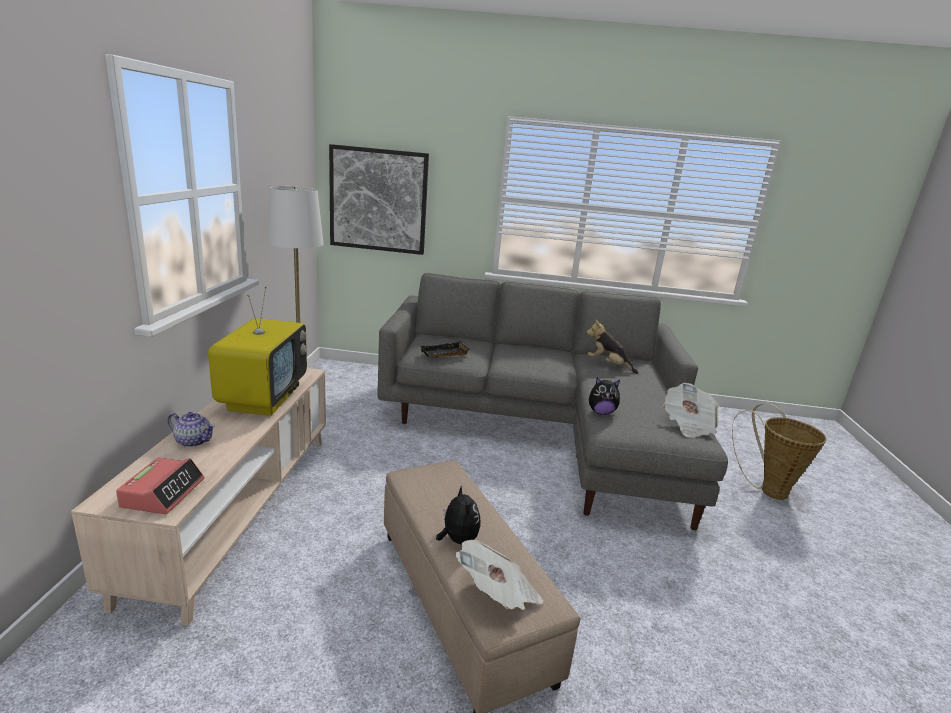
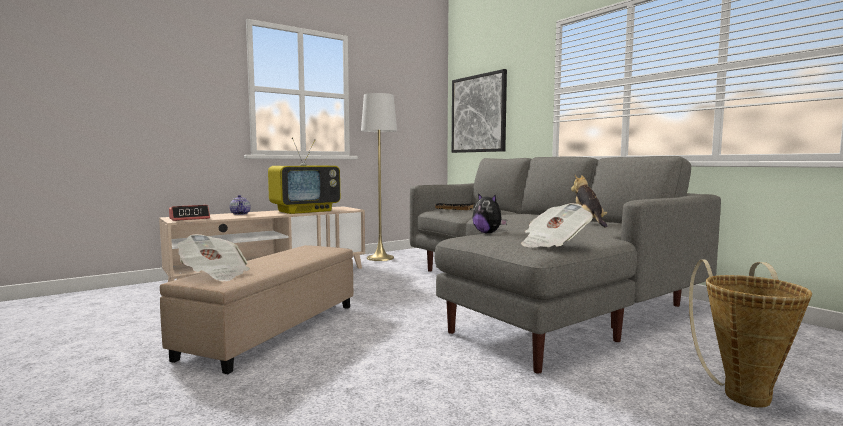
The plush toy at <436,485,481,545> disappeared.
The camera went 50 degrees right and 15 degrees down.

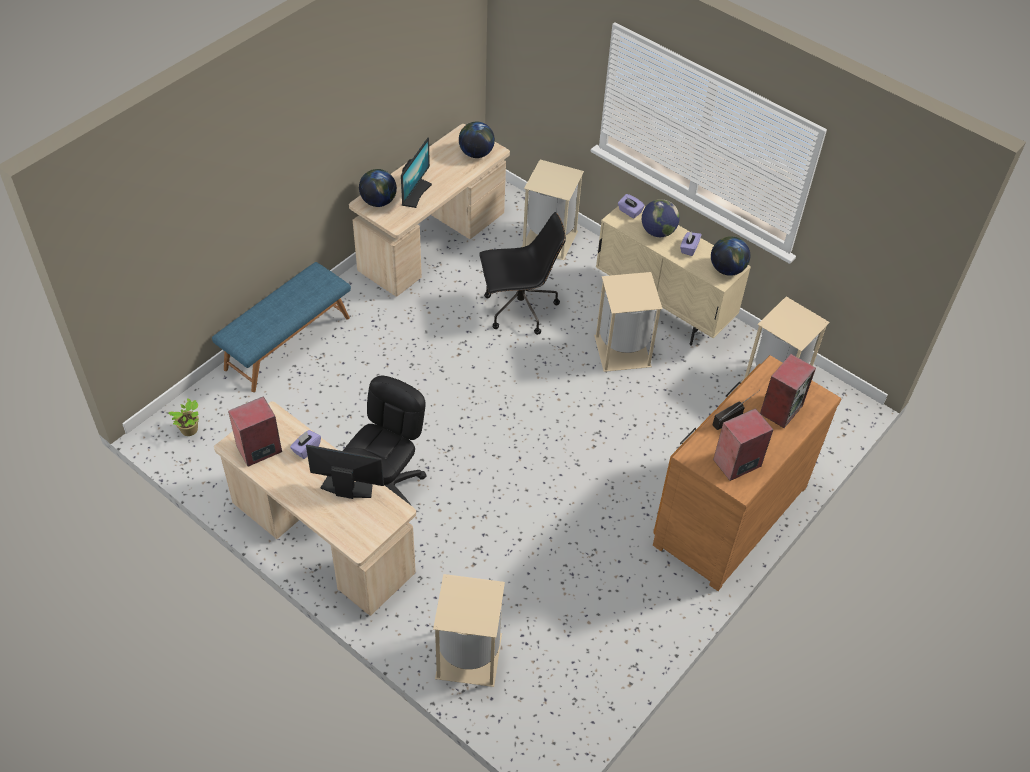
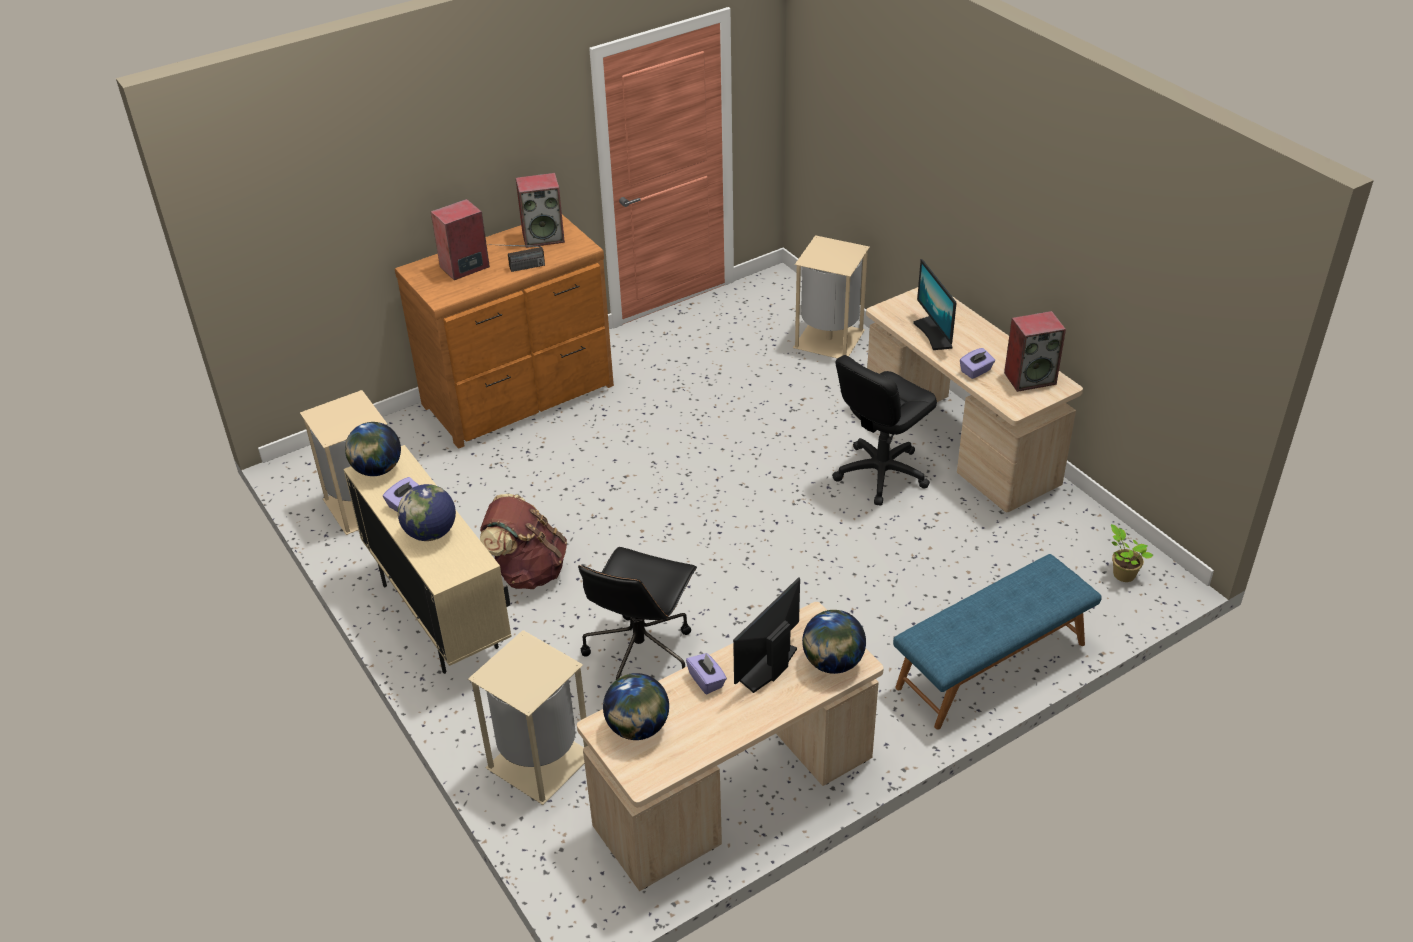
The beige rubbish bin at <594,272,663,372> was replaced by the brown knapsack at <480,494,567,589>.
The black-coloured desk chair at <479,212,566,335> turned 75 degrees counterclockwise.
The purplish tissue box moved from <618,194,645,219> to <686,653,727,694>.
The computer screen at <306,444,384,499> turned 45 degrees clockwise.
The camera went 160 degrees left and 10 degrees down.

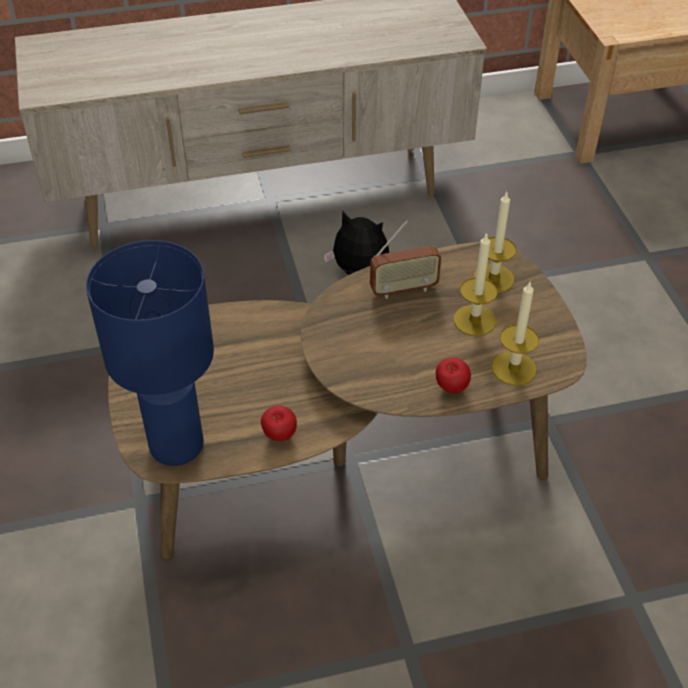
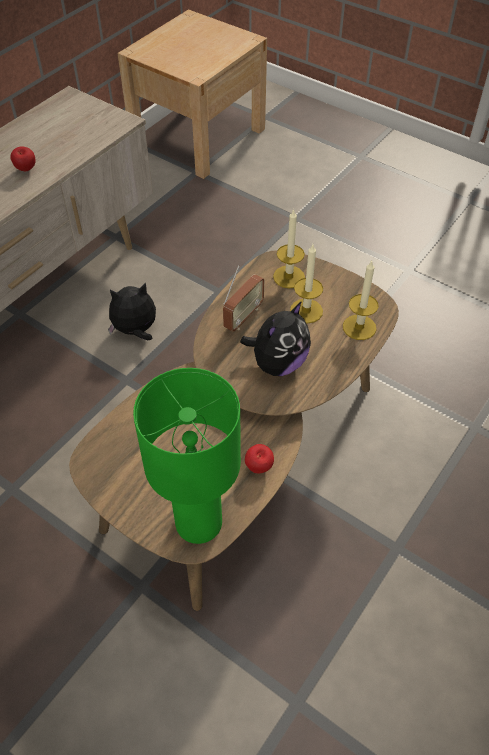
The apple fruit moved from <436,357,471,394> to <10,146,36,171>.
The bluish lamp for a table at <86,240,214,466> became the green lamp for a table at <133,368,241,544>.
The plush toy at <240,301,311,376> appeared.
The camera went 40 degrees left and 5 degrees up.

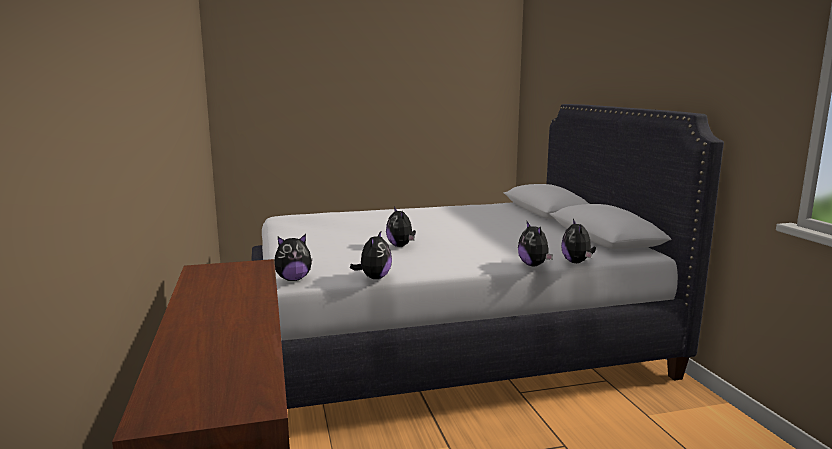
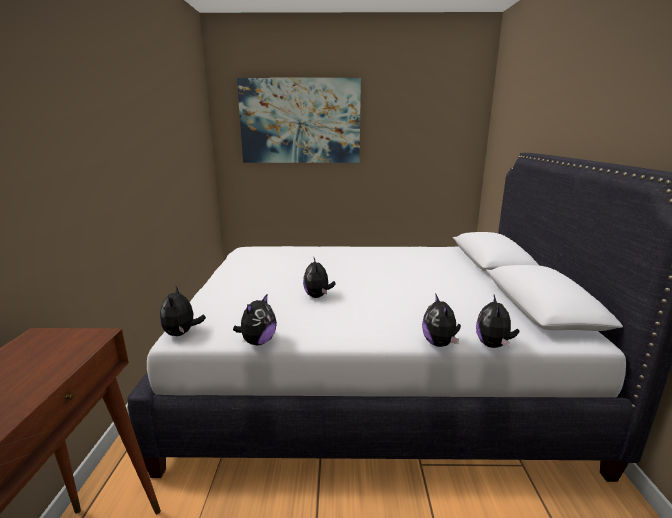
The plush toy at <275,234,312,281> turned 90 degrees clockwise.
The picture at <237,78,361,163> appeared.
The camera went 15 degrees right and 5 degrees up.

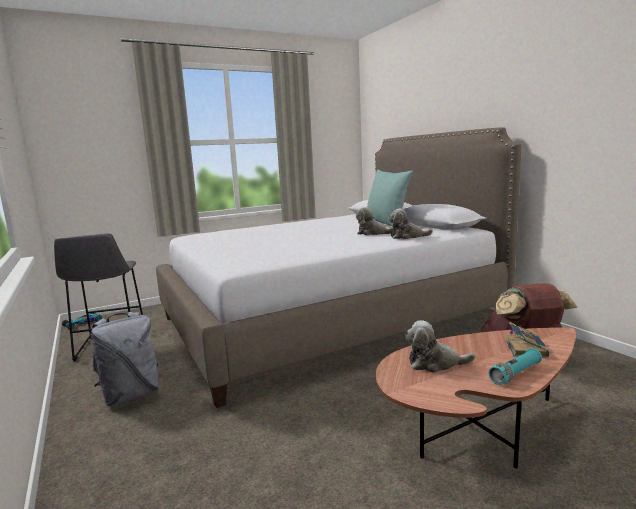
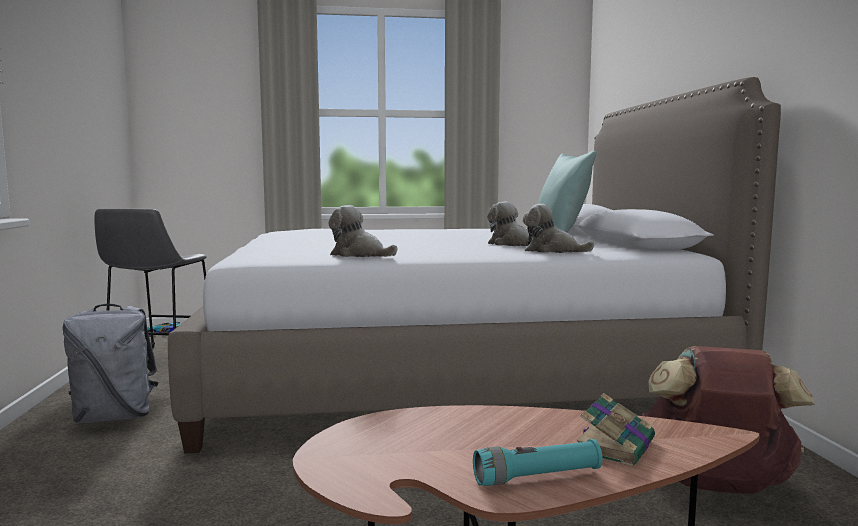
The plush toy moved from <405,320,475,373> to <328,205,397,257>.
The camera went 20 degrees right and 5 degrees down.

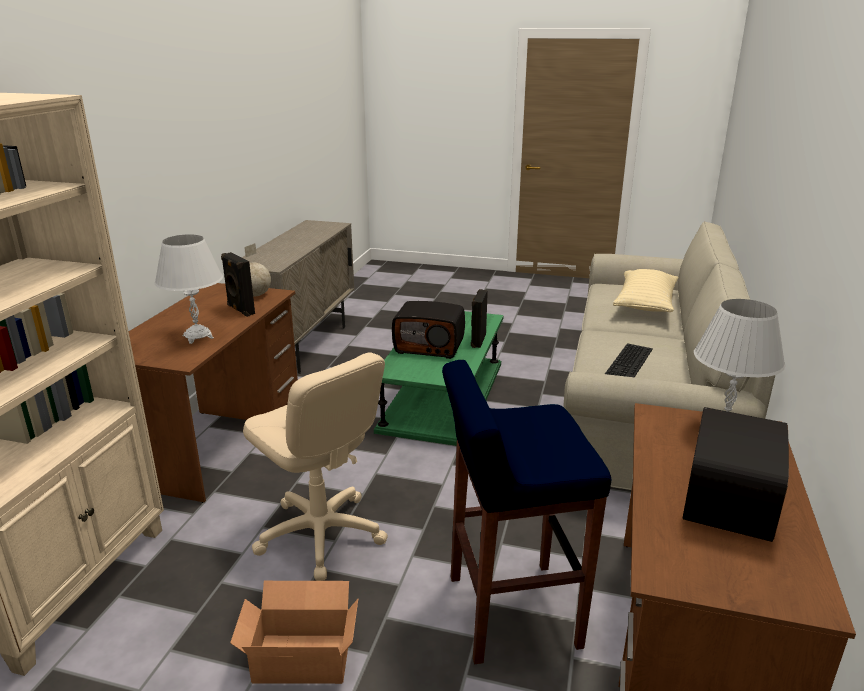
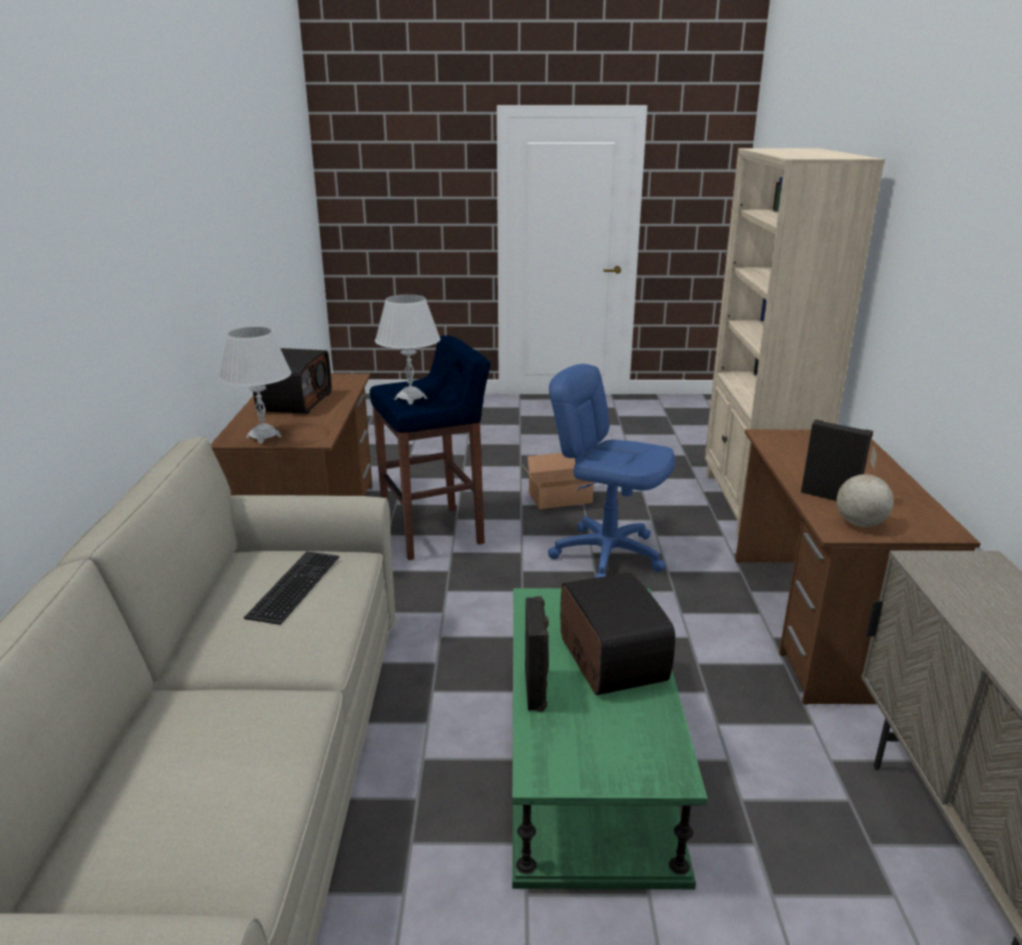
The white lamp for a table moved from <155,234,223,344> to <375,294,440,405>.
The beige desk chair at <243,352,388,581> became the bluish desk chair at <548,364,675,578>.
The radio at <392,301,465,359> turned 75 degrees clockwise.
The beige cushion at <613,269,678,312> disappeared.
The camera went 165 degrees right and 0 degrees up.

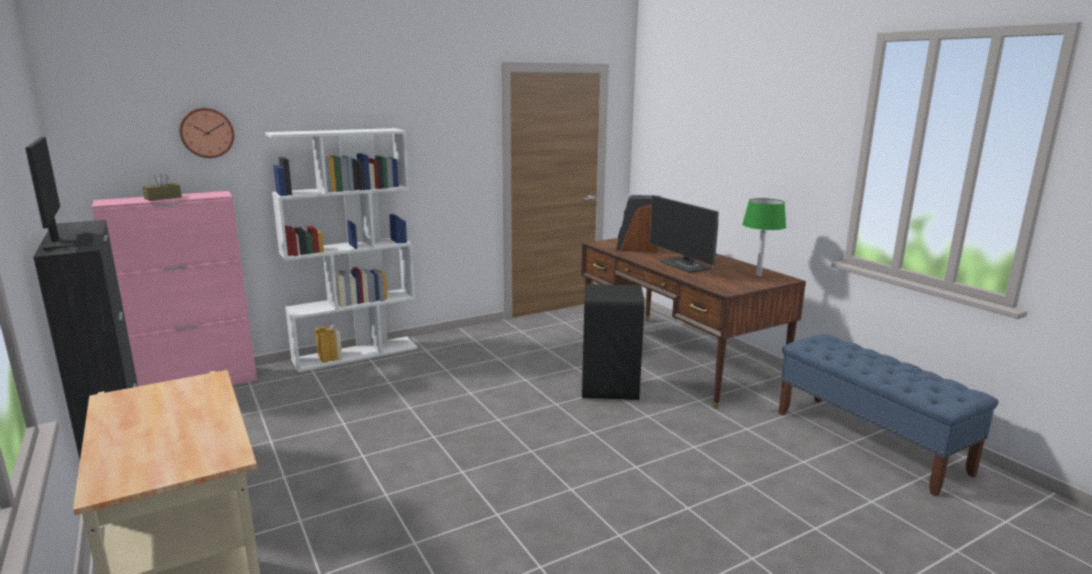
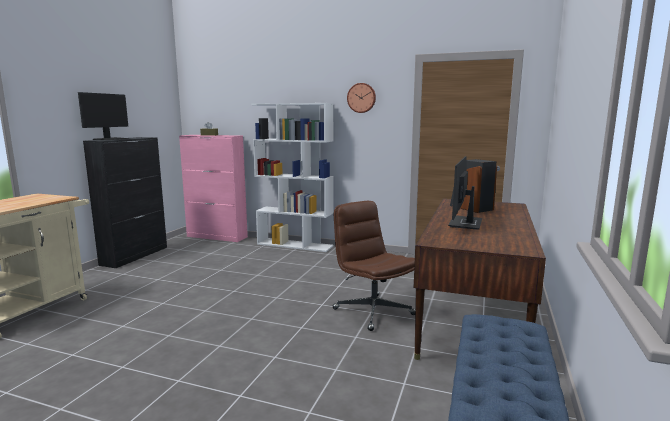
The black-coloured rubbish bin at <582,284,645,400> was replaced by the brown desk chair at <333,201,415,331>.
The wall clock moved from <179,108,234,158> to <347,83,376,113>.
The green lamp for a table at <742,198,786,276> disappeared.
The camera went 50 degrees right and 5 degrees down.

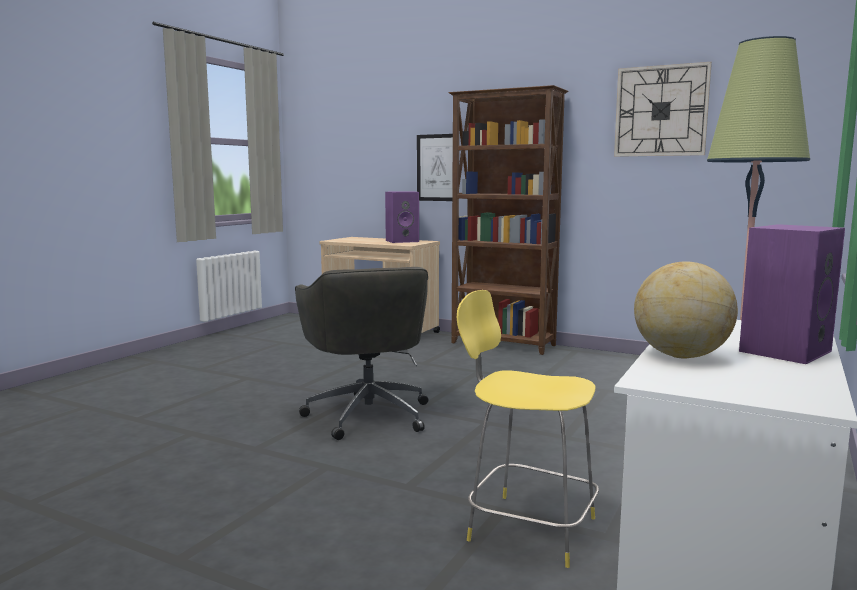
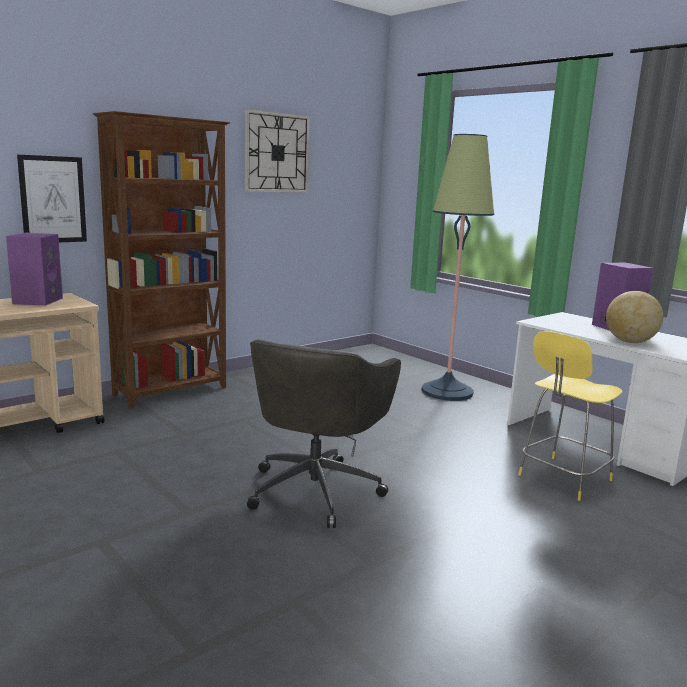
The gray desk chair at <295,267,428,440> turned 105 degrees clockwise.
The camera went 70 degrees left and 5 degrees up.

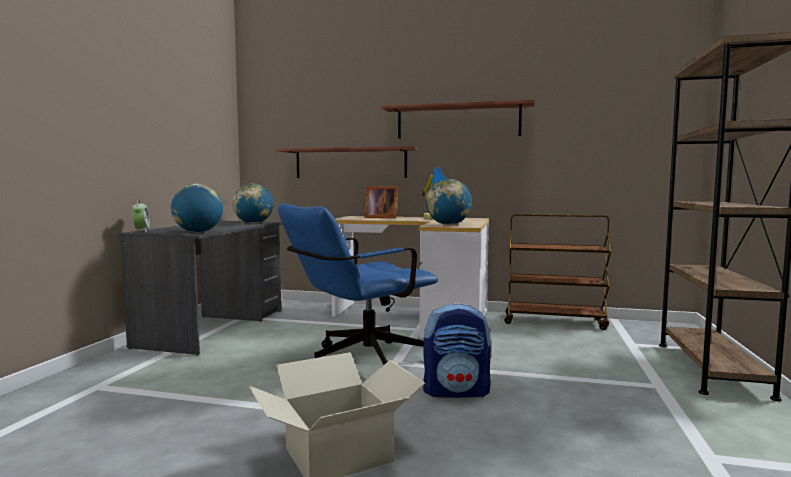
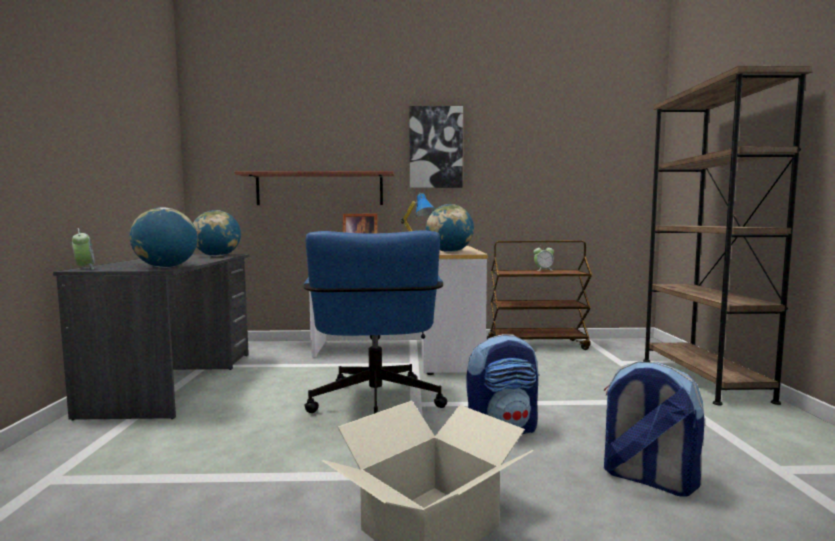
The bluish desk chair at <278,204,438,365> turned 45 degrees counterclockwise.
The bracket shelf at <381,100,535,139> was replaced by the picture at <409,106,463,188>.
The bedside clock at <533,244,554,271> appeared.
The knapsack at <604,361,705,496> appeared.
The camera went 15 degrees left and 0 degrees up.

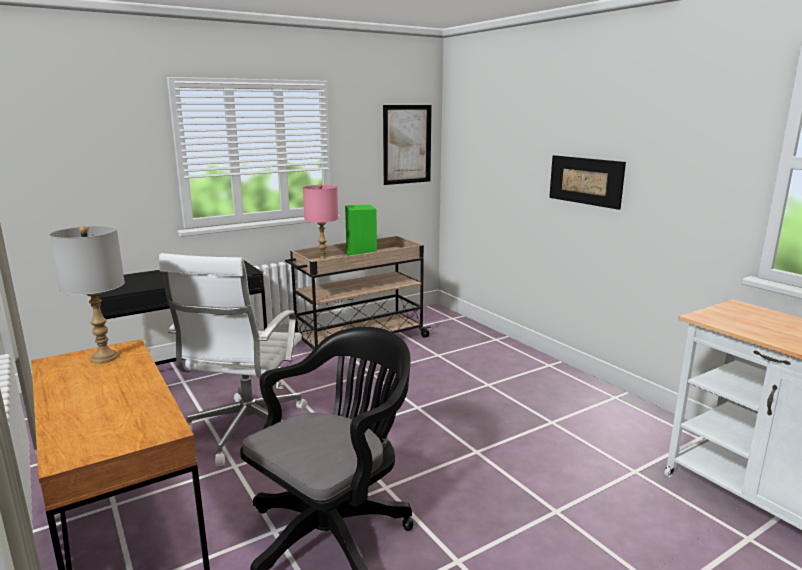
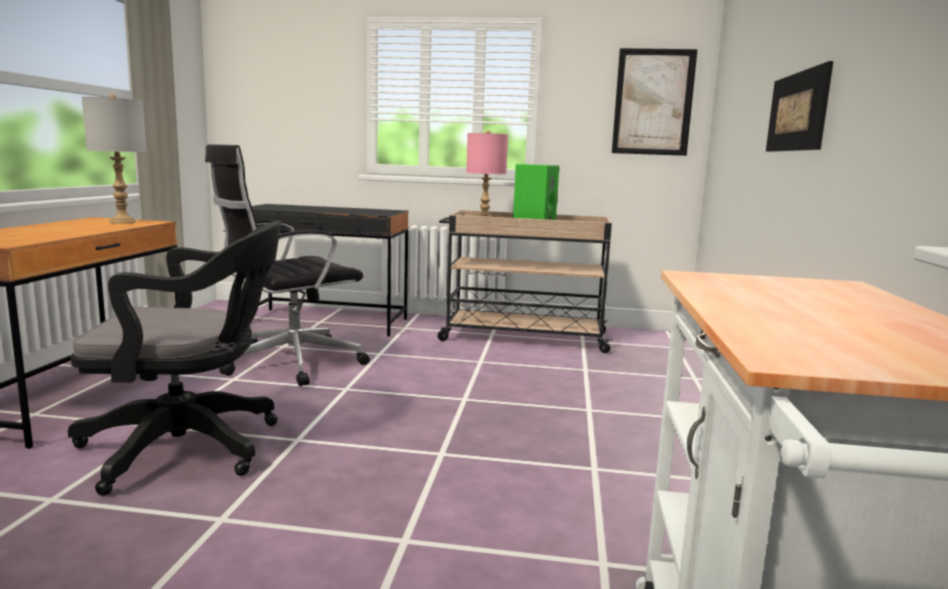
The white desk chair at <159,253,308,466> became the black-coloured desk chair at <205,144,370,386>.
The camera went 40 degrees right and 5 degrees down.

